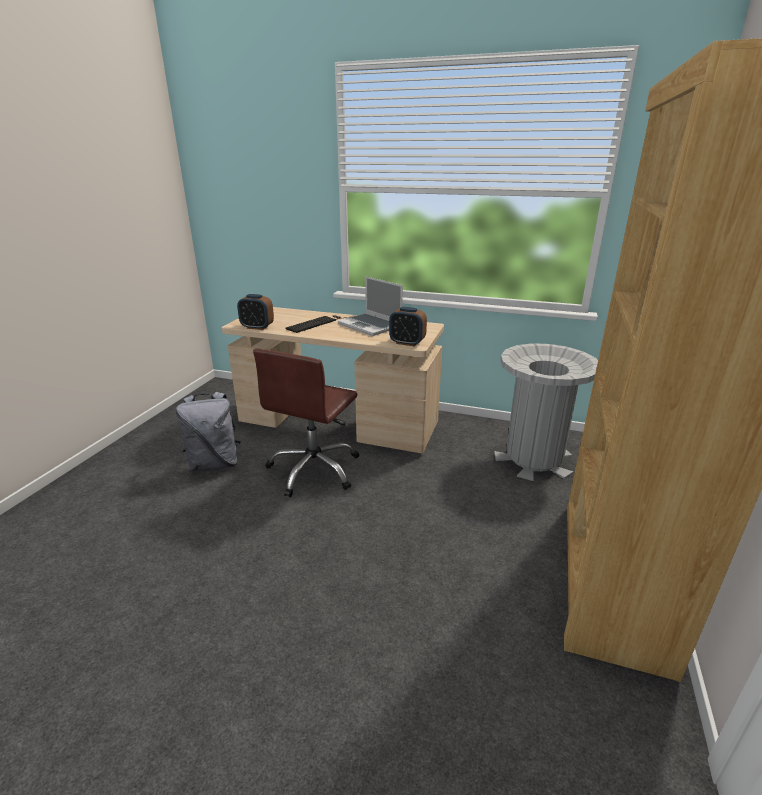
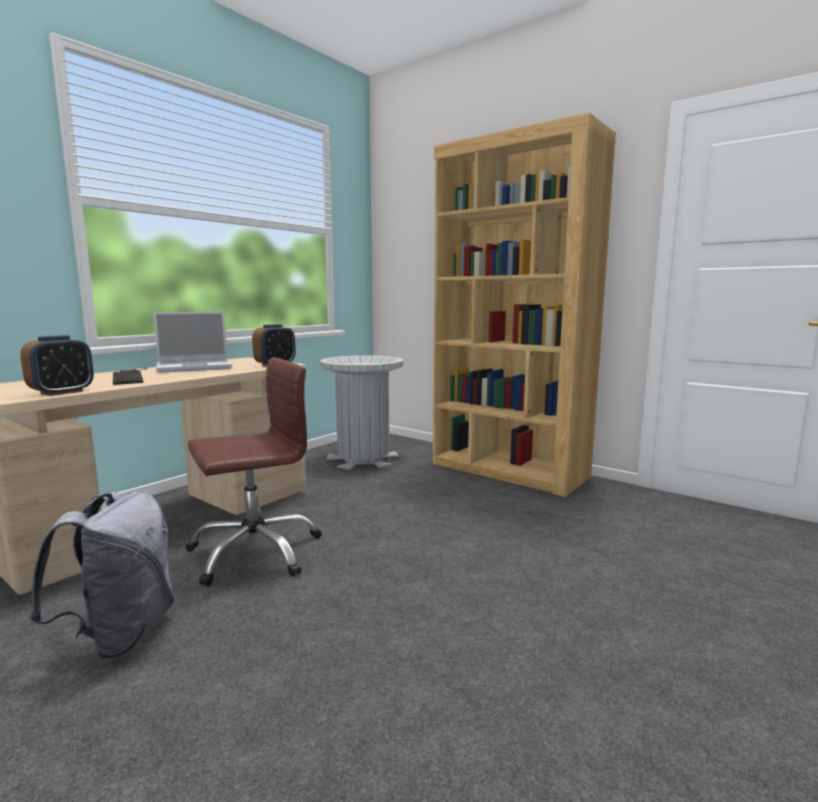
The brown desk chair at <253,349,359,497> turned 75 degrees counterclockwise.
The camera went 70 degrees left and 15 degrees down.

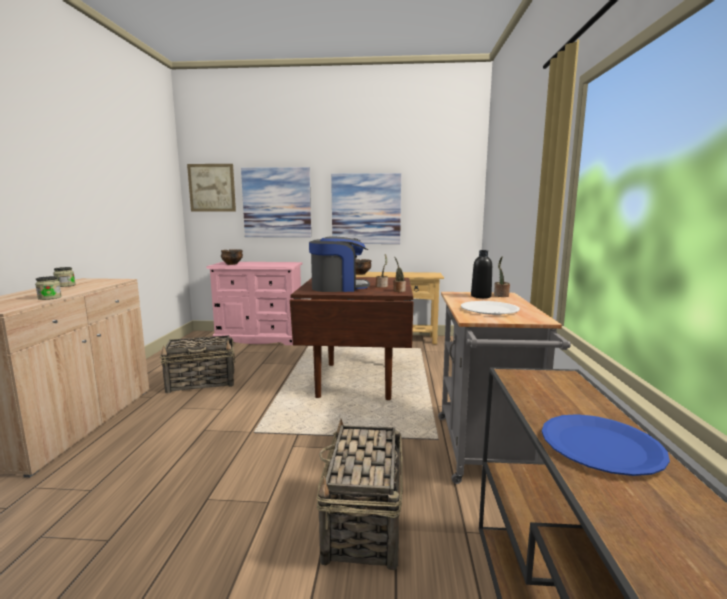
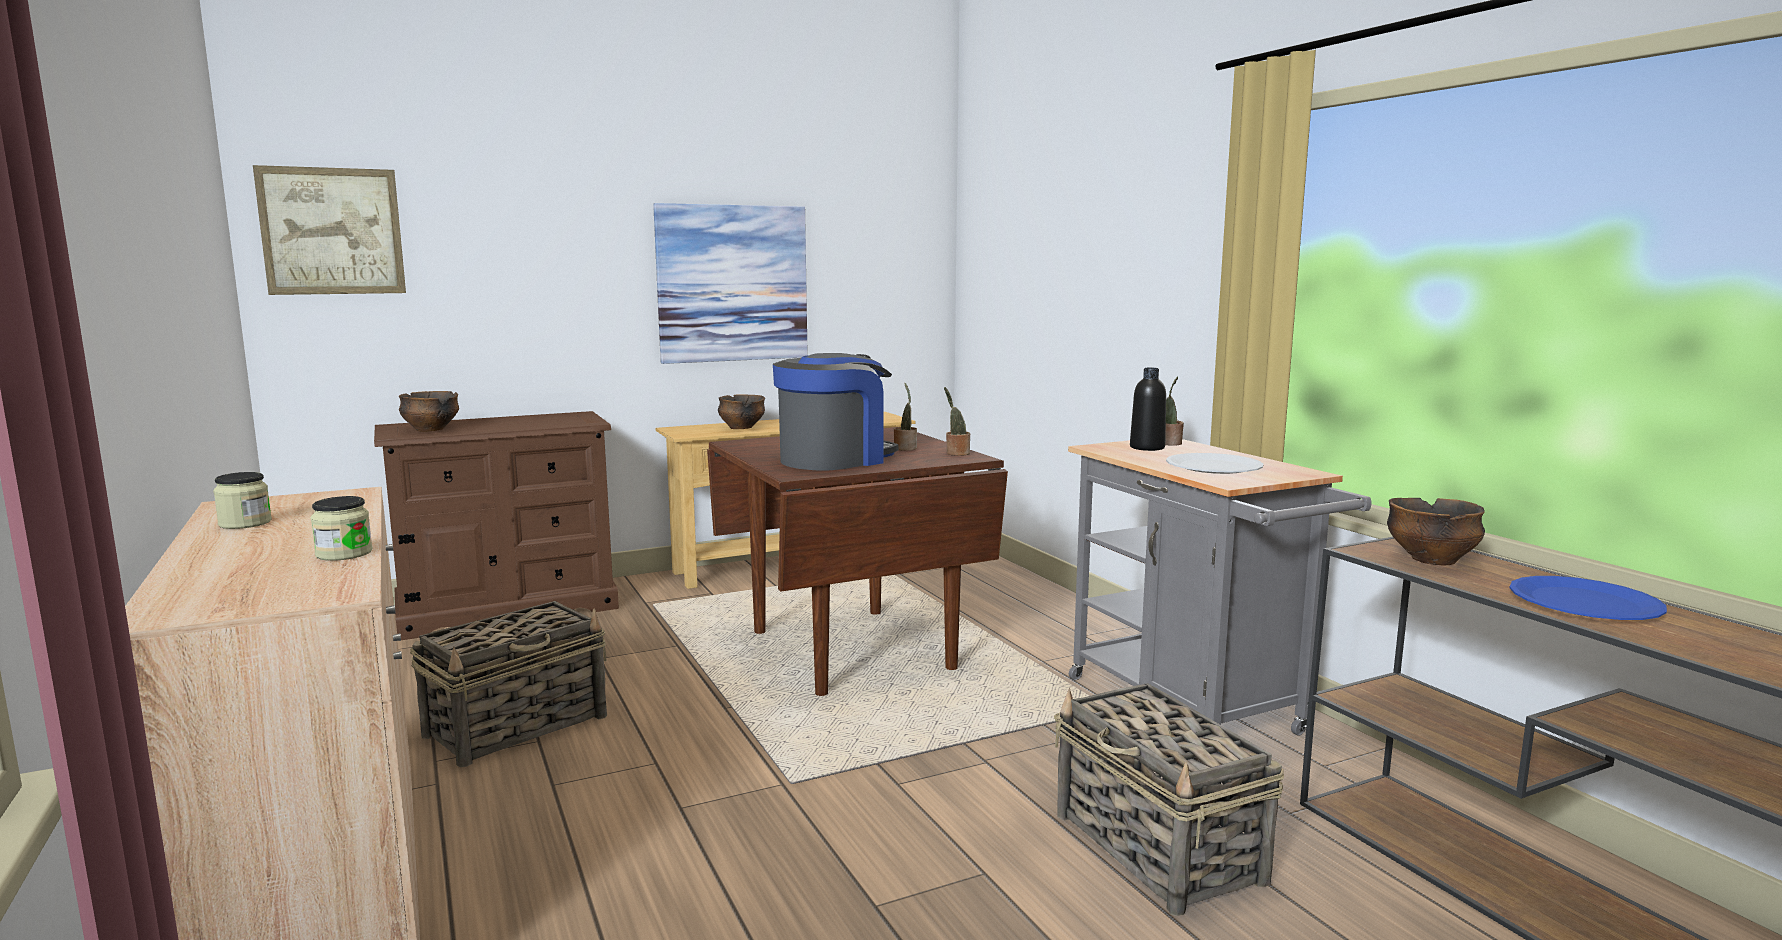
The pinkish drawer chest at <206,262,303,345> became the brown drawer chest at <374,411,619,640>.
The serving bowl at <1387,498,1485,565> appeared.
The picture at <241,167,311,238> disappeared.
The camera went 30 degrees left and 0 degrees up.

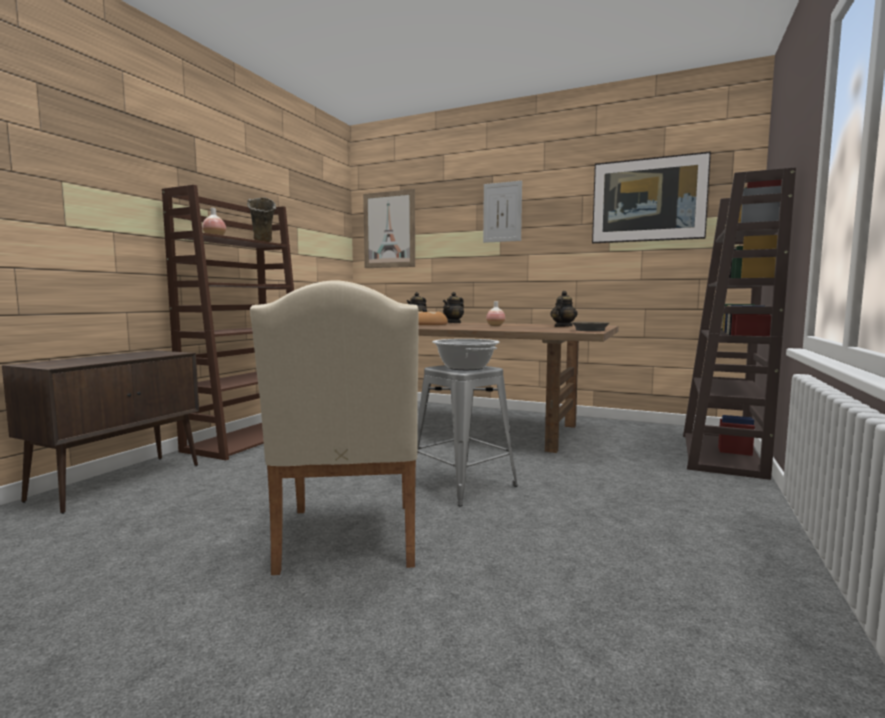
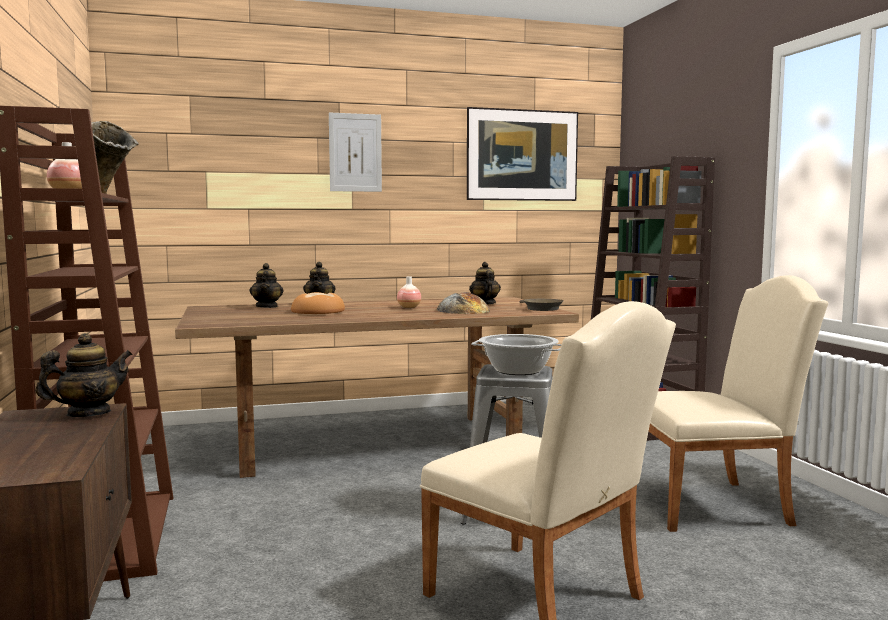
The pot for tea at <36,333,133,417> appeared.
The bread at <437,292,490,314> appeared.
The beige plain chair at <649,275,828,532> appeared.
The picture at <363,189,415,268> disappeared.
The camera went 40 degrees left and 0 degrees up.

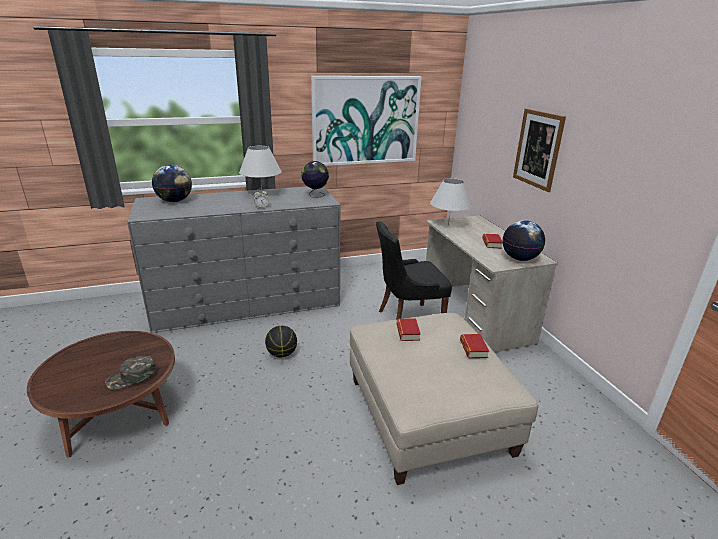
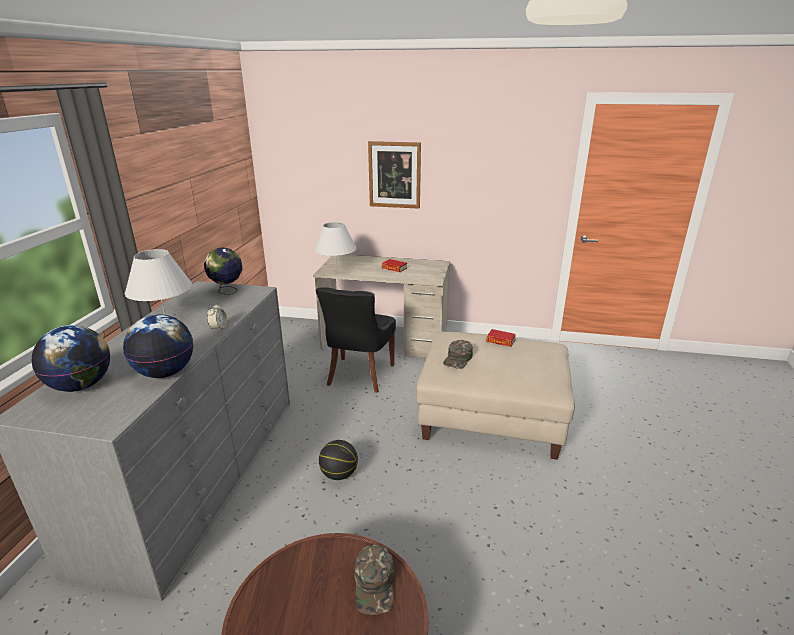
The globe moved from <502,220,545,261> to <123,314,193,378>.
The bound book at <397,319,421,341> was replaced by the green peaked cap at <443,340,473,369>.
The picture at <311,76,422,166> disappeared.
The camera went 60 degrees left and 0 degrees up.

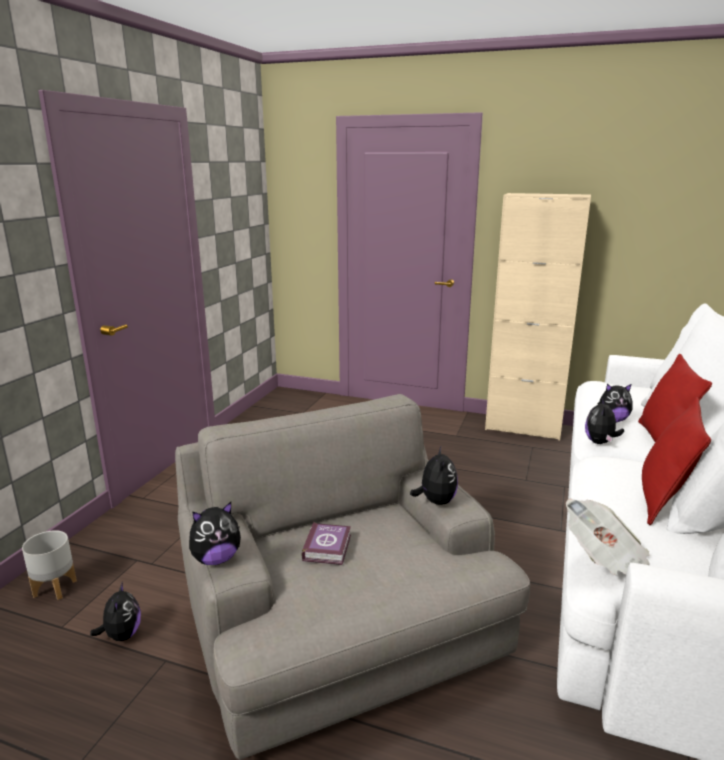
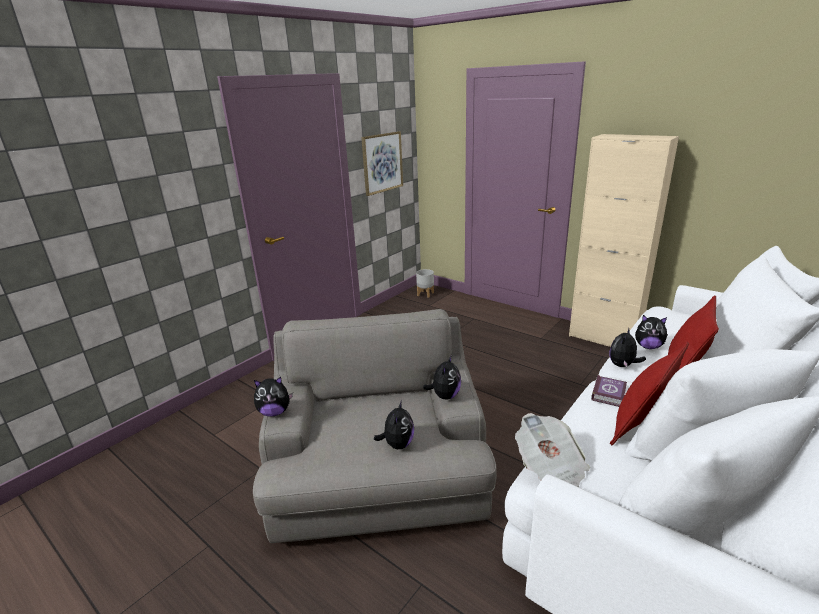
The picture at <361,131,403,196> appeared.
The plush toy moved from <90,581,141,641> to <374,400,414,449>.
The gray plant pot moved from <22,530,77,600> to <416,269,434,298>.
The bound book moved from <301,522,351,565> to <591,375,627,407>.
The camera went 20 degrees right and 5 degrees up.

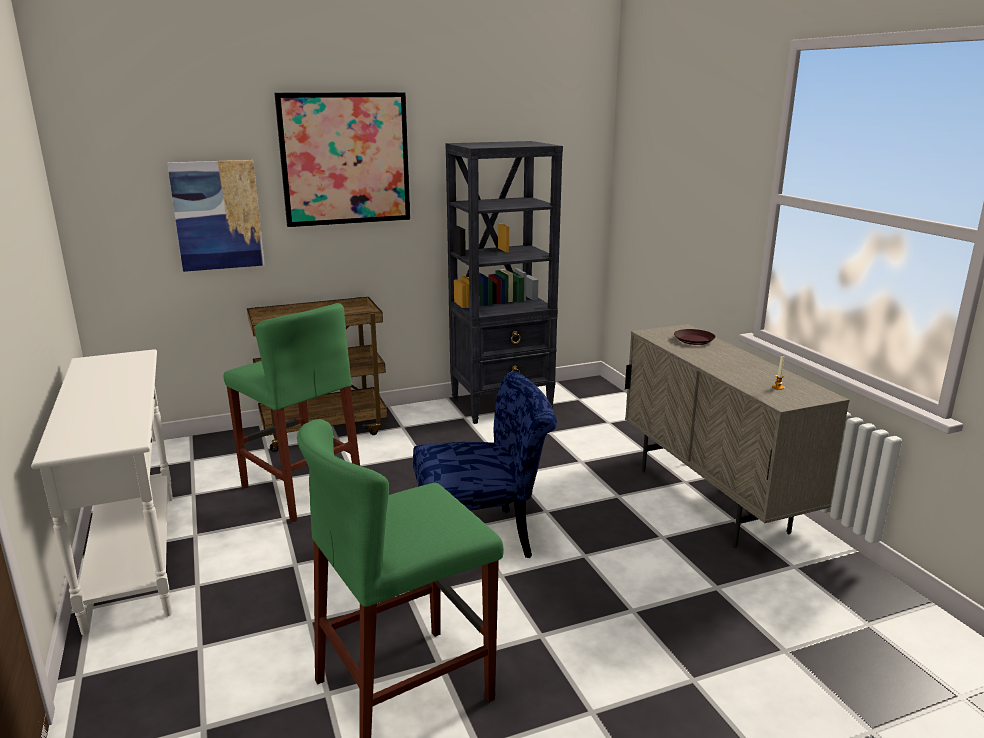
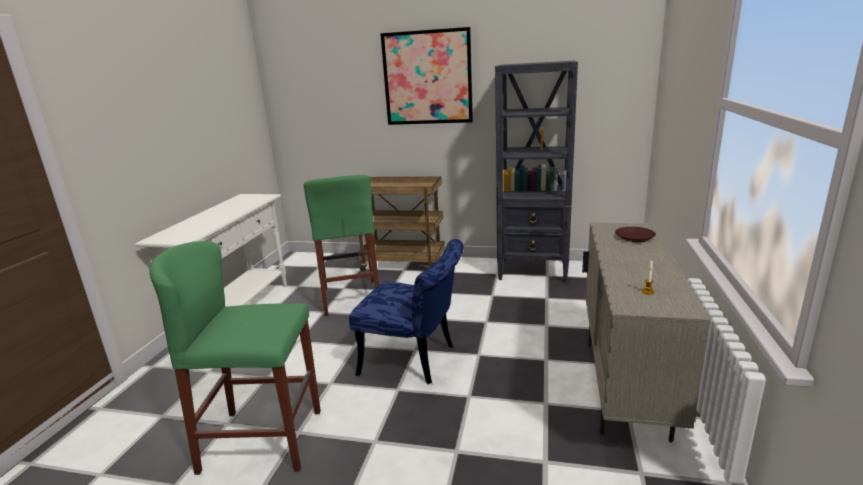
The picture at <167,160,265,272> disappeared.
The camera went 35 degrees right and 0 degrees up.

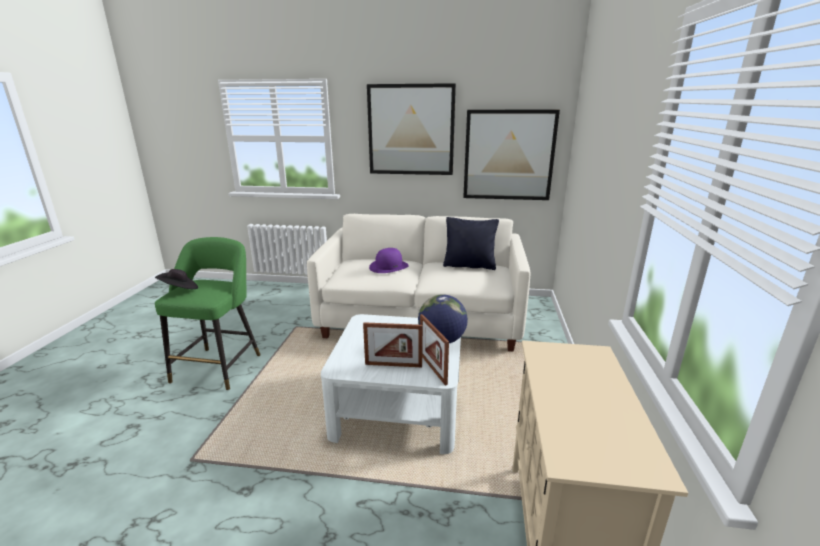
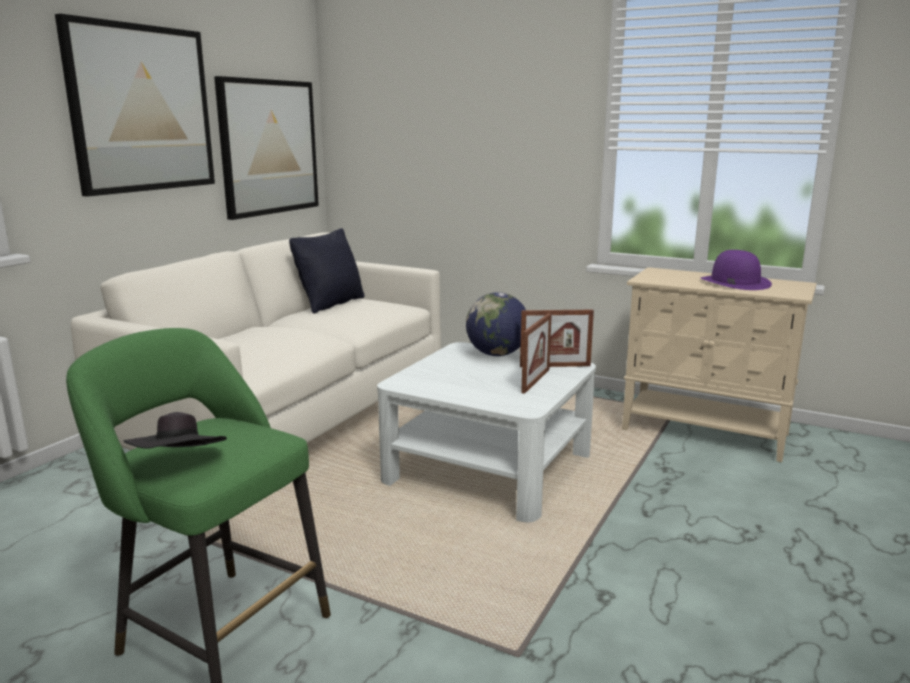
The purplish wearable hat moved from <369,248,409,273> to <701,250,772,290>.
The camera went 70 degrees left and 5 degrees down.

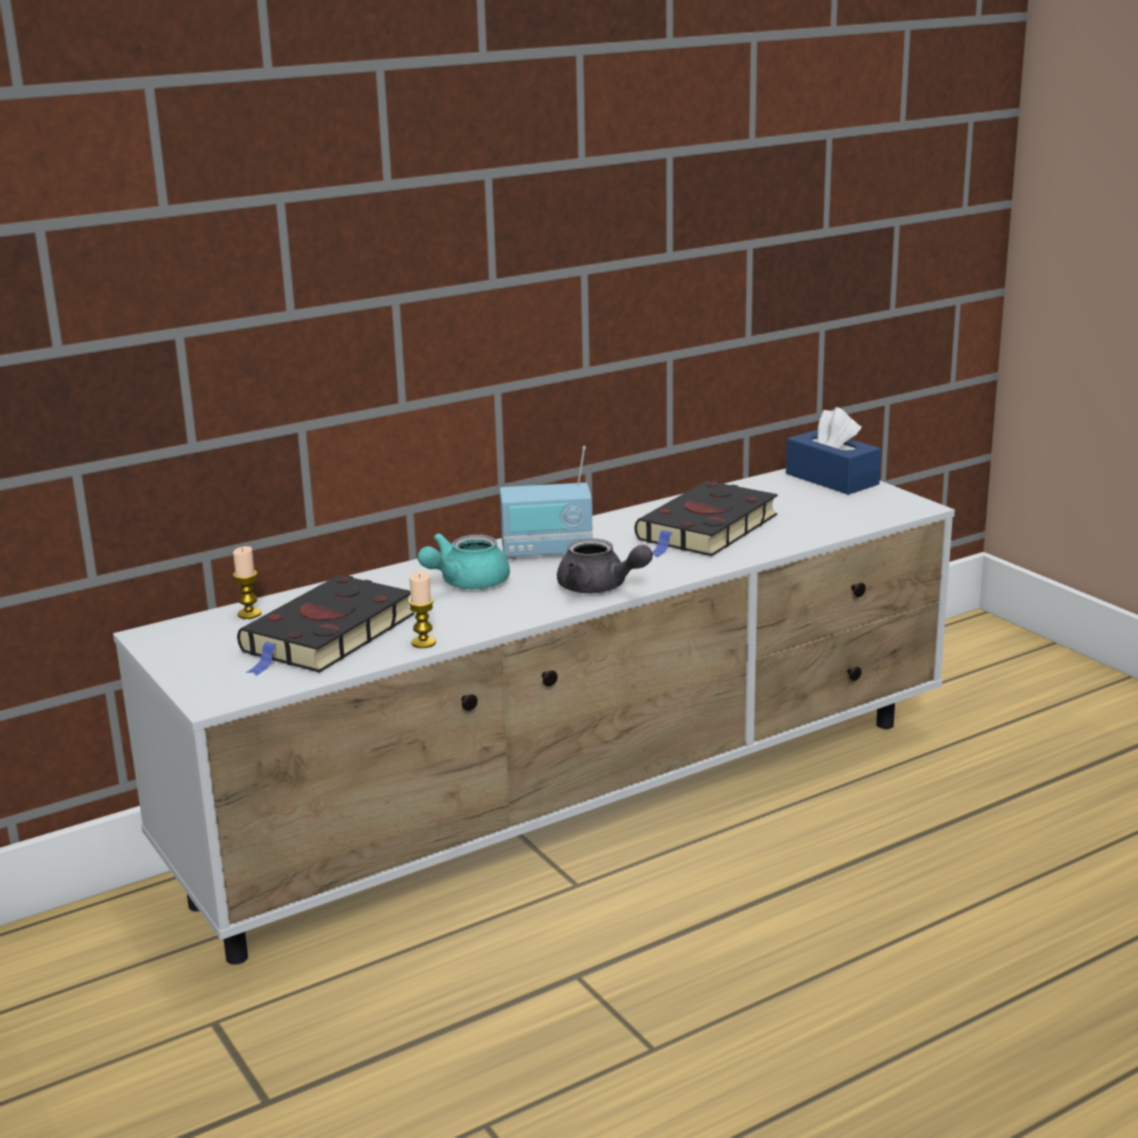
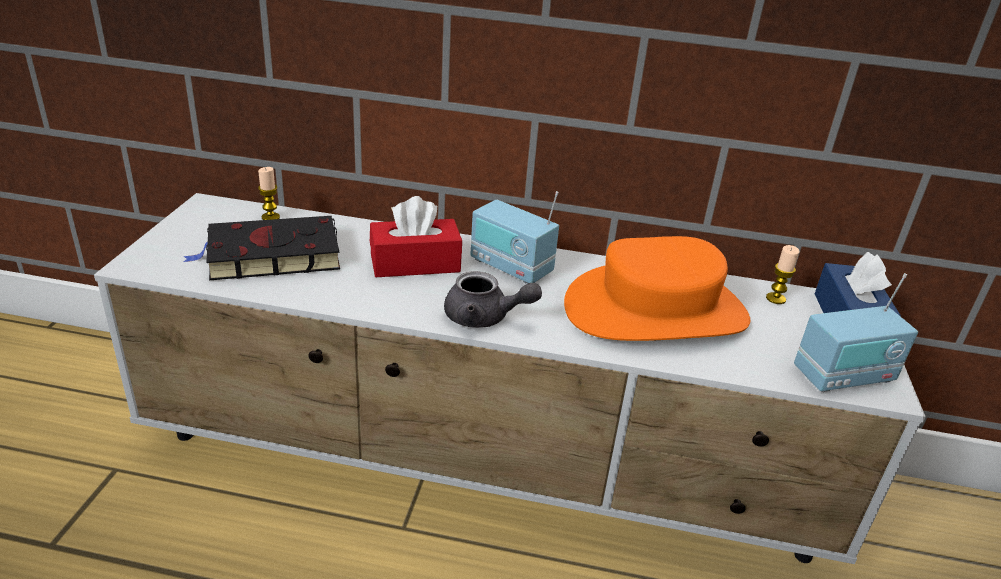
The blue-green pot for tea at <418,533,510,589> was replaced by the reddish tissue box at <370,196,462,277>.
The gray pot for tea at <557,538,653,593> turned 60 degrees counterclockwise.
The black-coloured bound book at <635,481,778,558> was replaced by the orange-coloured wearable hat at <564,236,751,341>.
The wax candle moved from <408,572,436,648> to <766,245,800,304>.
The radio at <794,273,918,392> appeared.
The camera went 40 degrees right and 10 degrees up.

